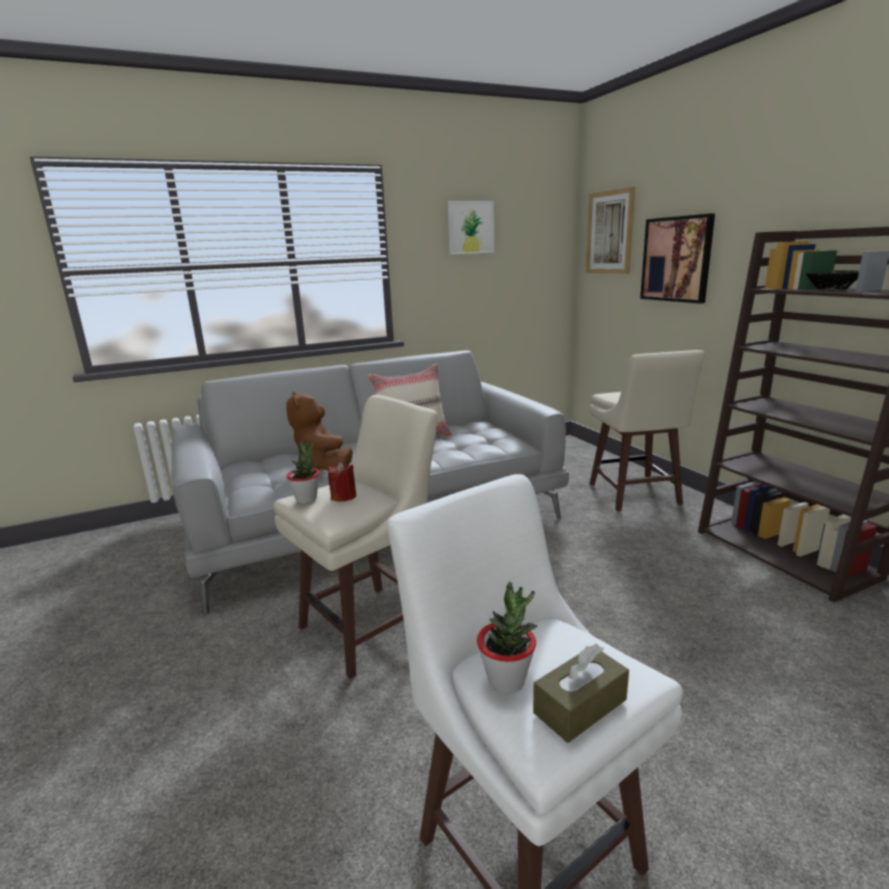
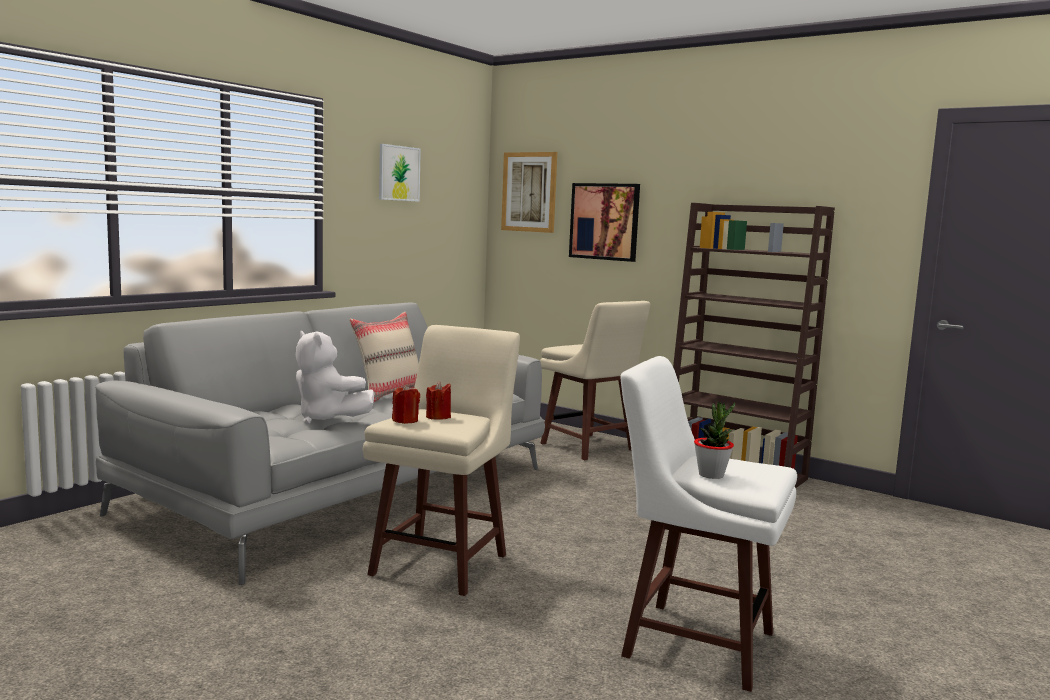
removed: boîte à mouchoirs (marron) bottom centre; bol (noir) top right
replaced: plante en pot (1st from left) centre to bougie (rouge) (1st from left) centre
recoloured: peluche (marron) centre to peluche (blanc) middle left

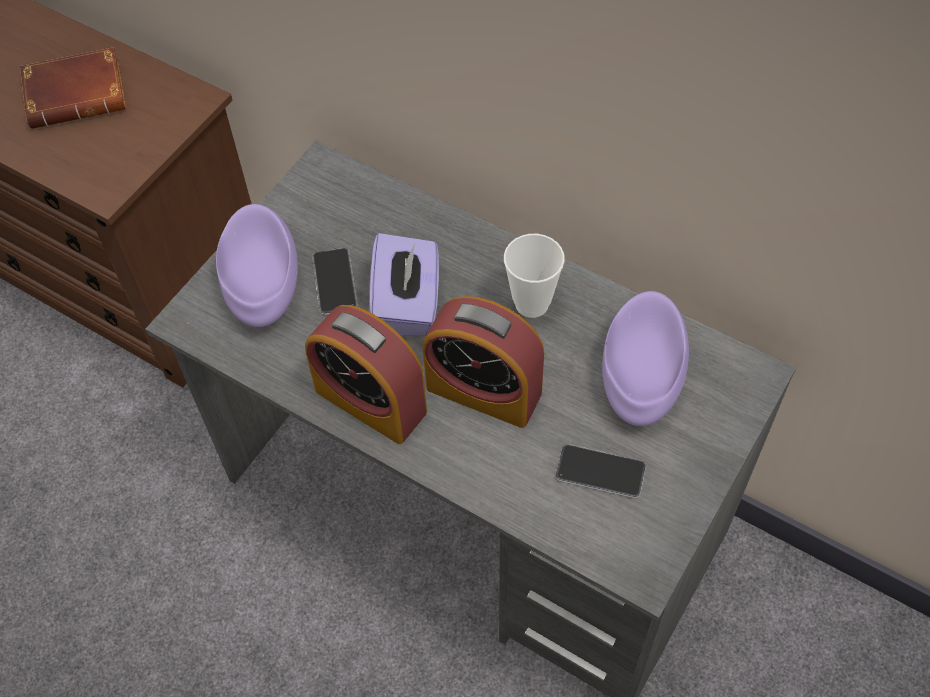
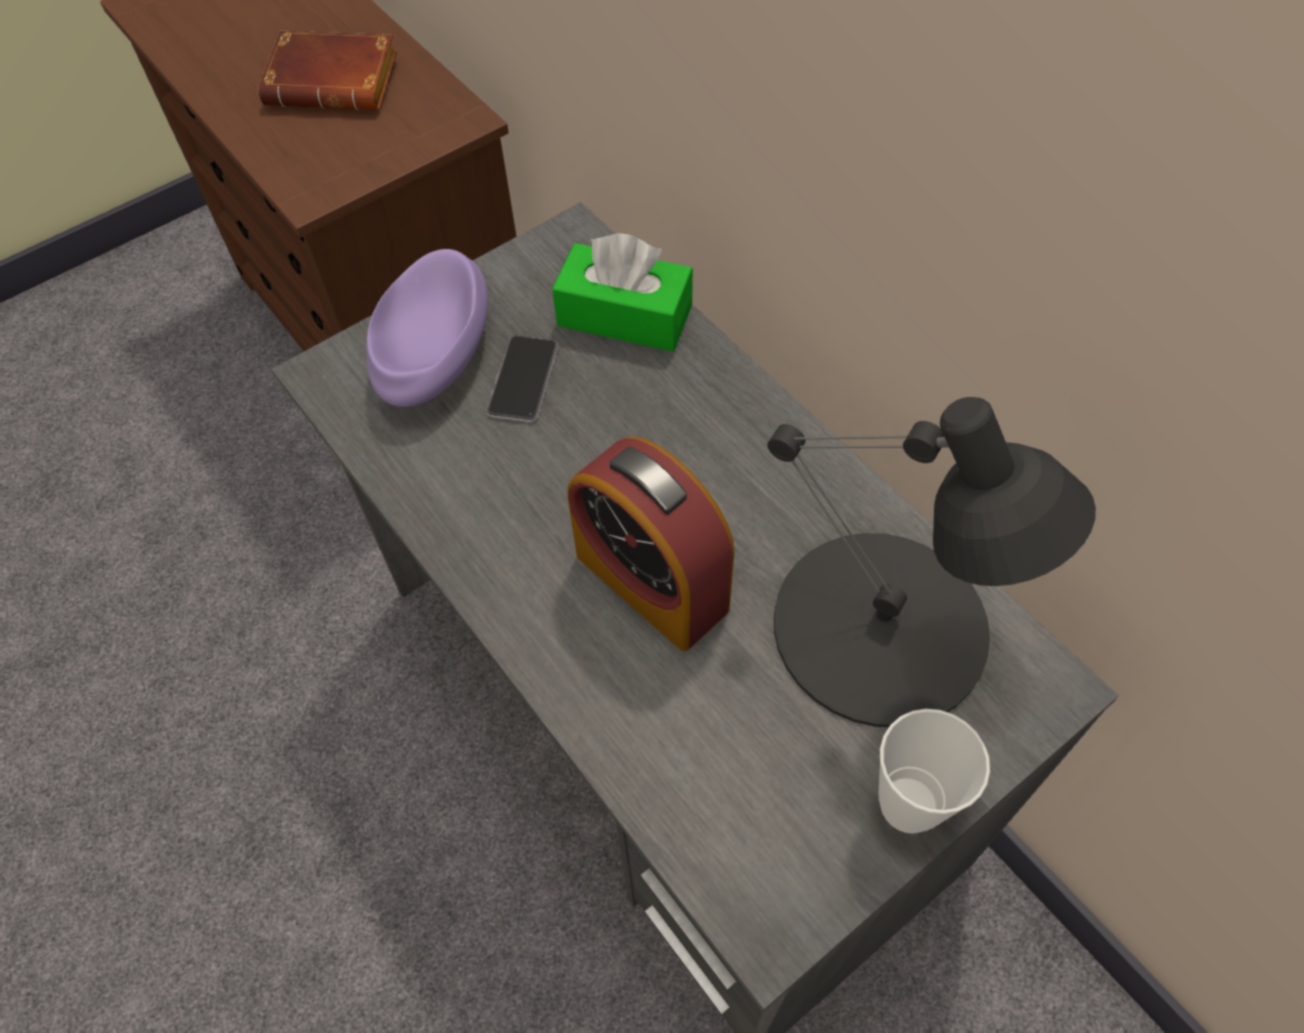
removed: réveil (1st from left) centre; boîte à mouchoirs (violet) centre; téléphone (2nd from left) bottom centre
added: boîte à mouchoirs (vert) top centre
moved: tasse centre to bottom right
replaced: bol (violet) (2nd from left) middle right to lampe de table (noir) middle right

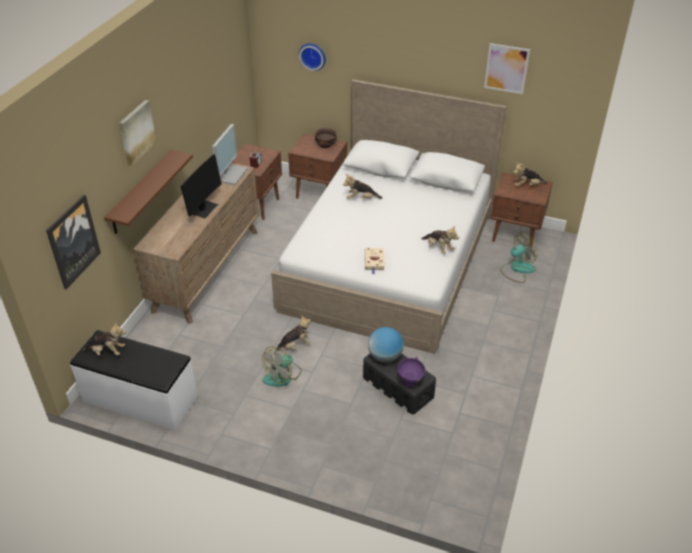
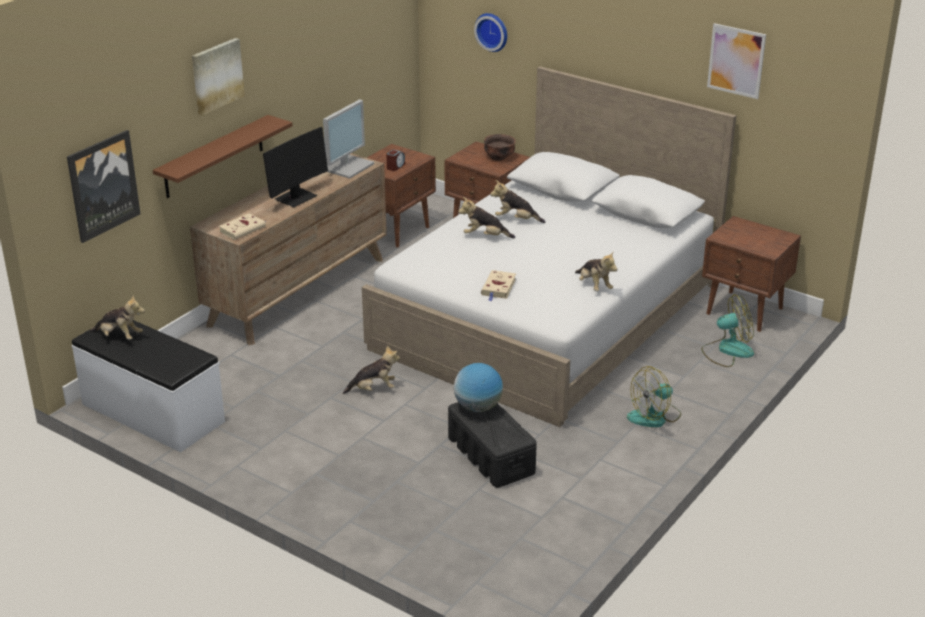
removed: bol (violet) bottom centre
added: livre (beige) (1st from left) middle left
moved: ventilateur (1st from left) centre to middle right; peluche (5th from left in the first image) top right to peluche (3rd from left) centre

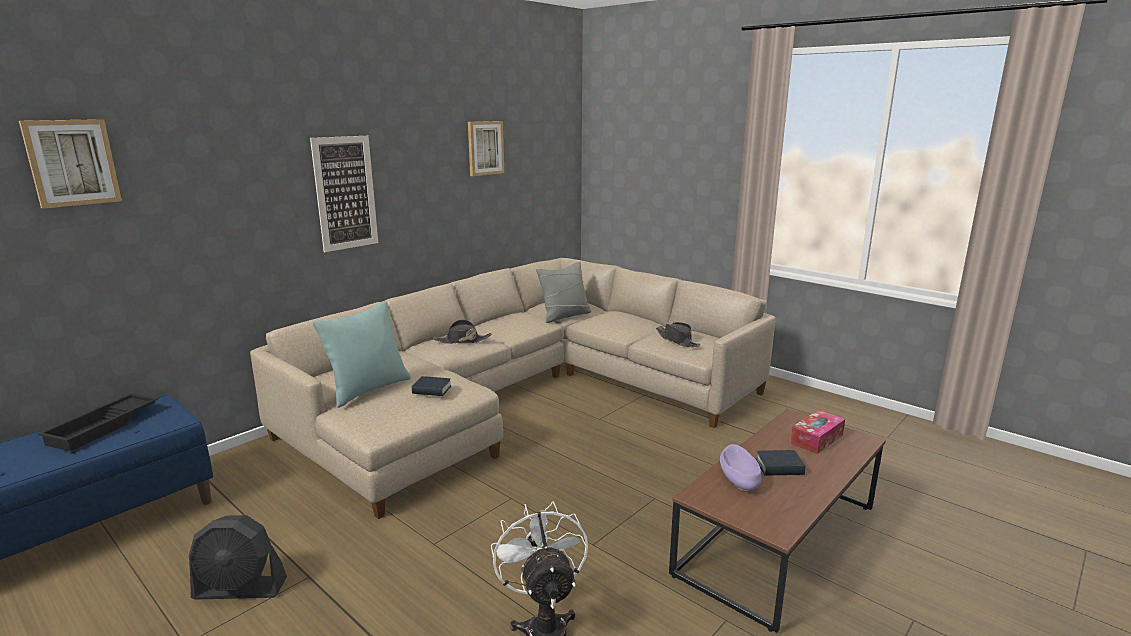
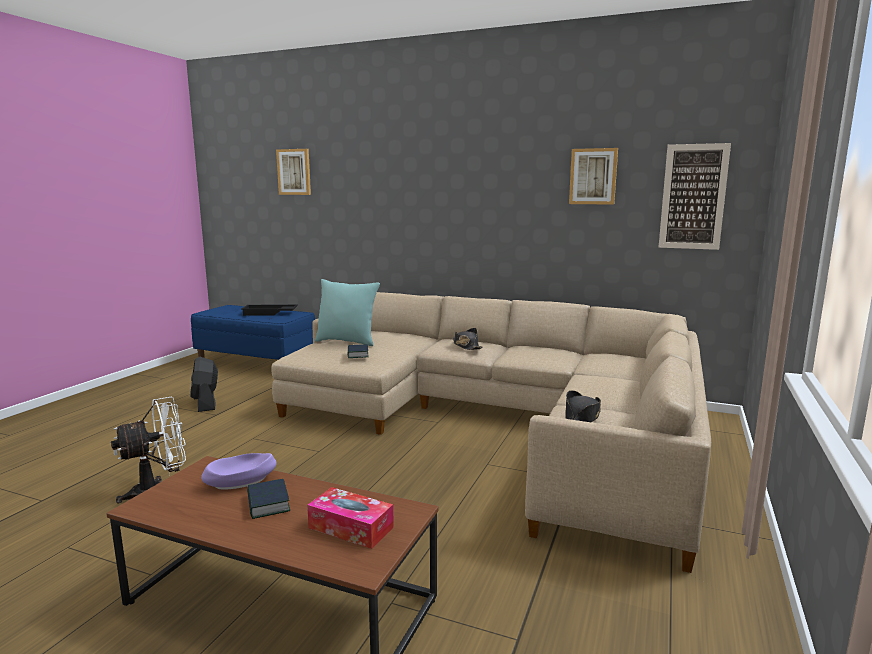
removed: coussin (gris) centre
moved: tableau (2nd from left in the first image) top left to tableau (3rd from left) top right

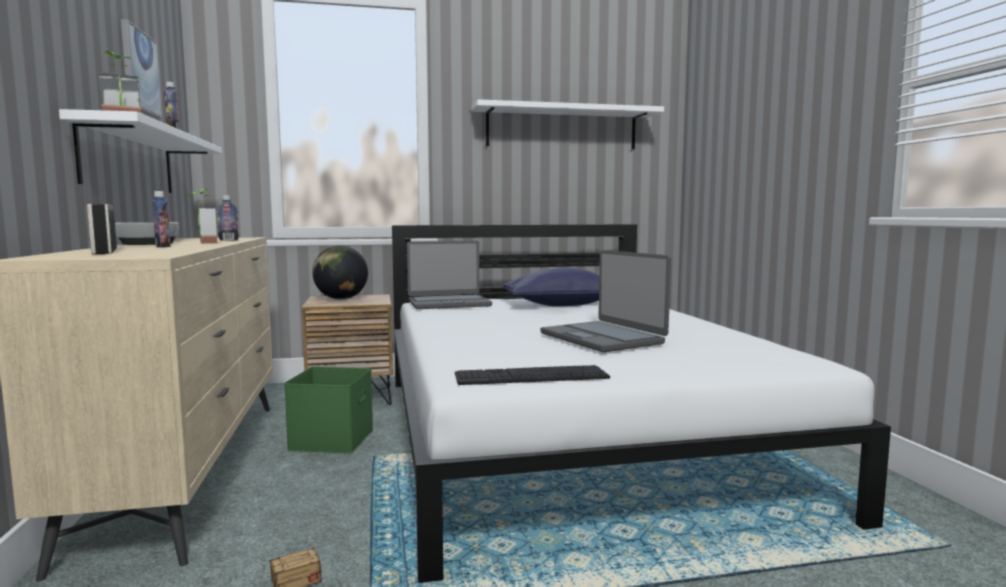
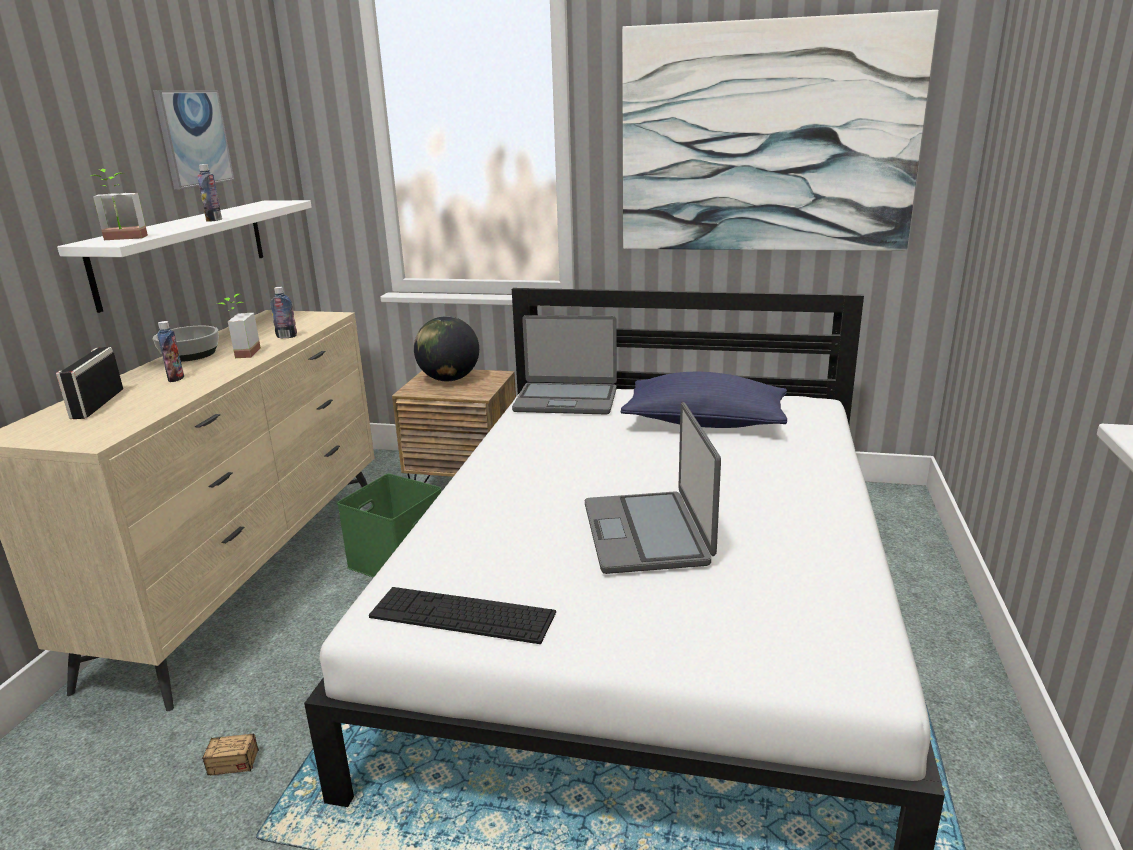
replaced: étagère (blanc) (2nd from left) top centre to tableau (2nd from left) top right

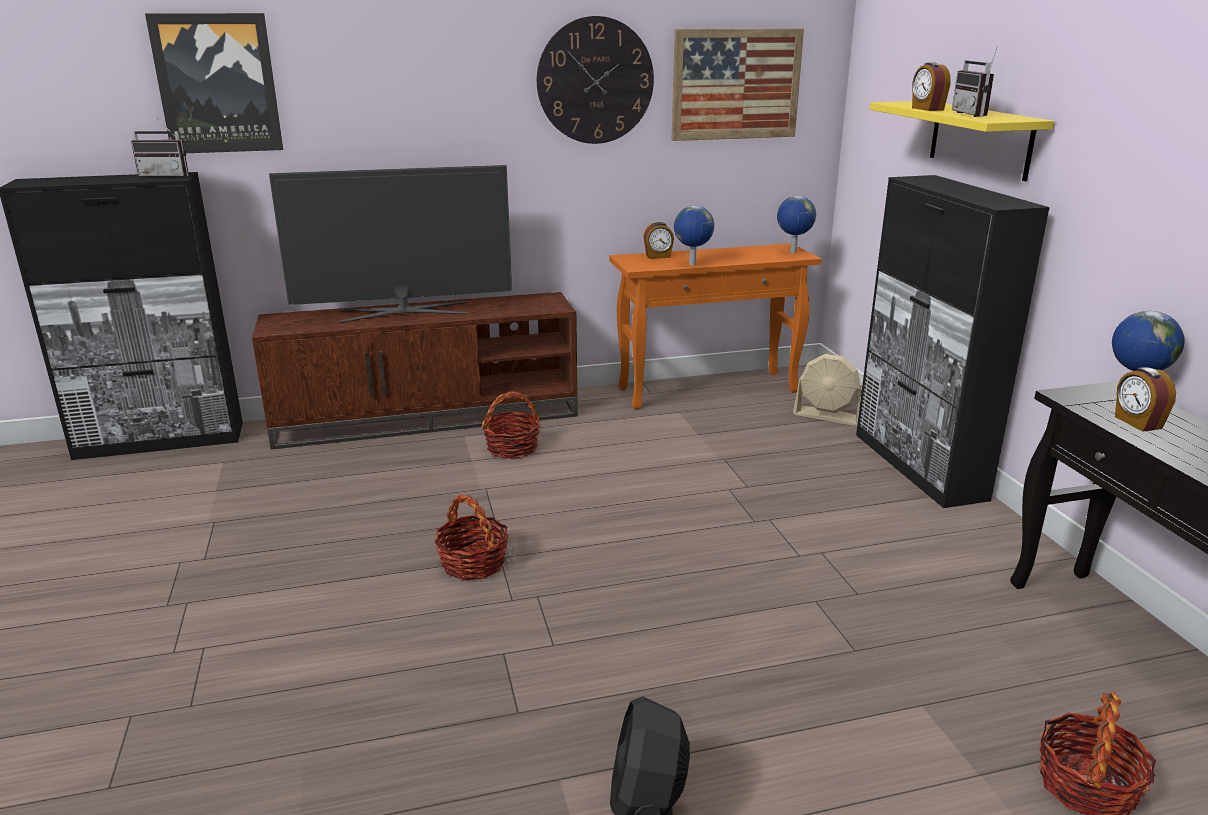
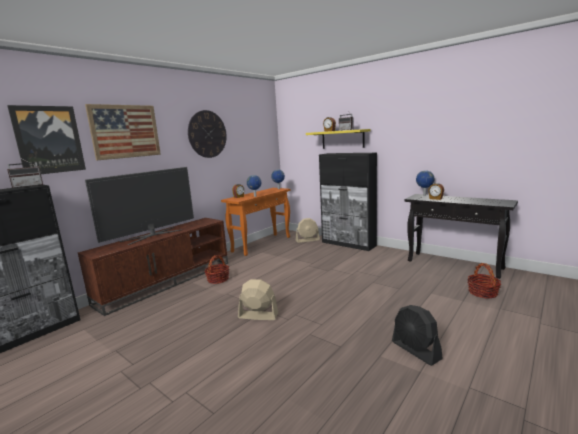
moved: tableau (2nd from left) top centre to top left
replaced: panier (1st from left) centre to ventilateur (beige) (1st from left) bottom centre

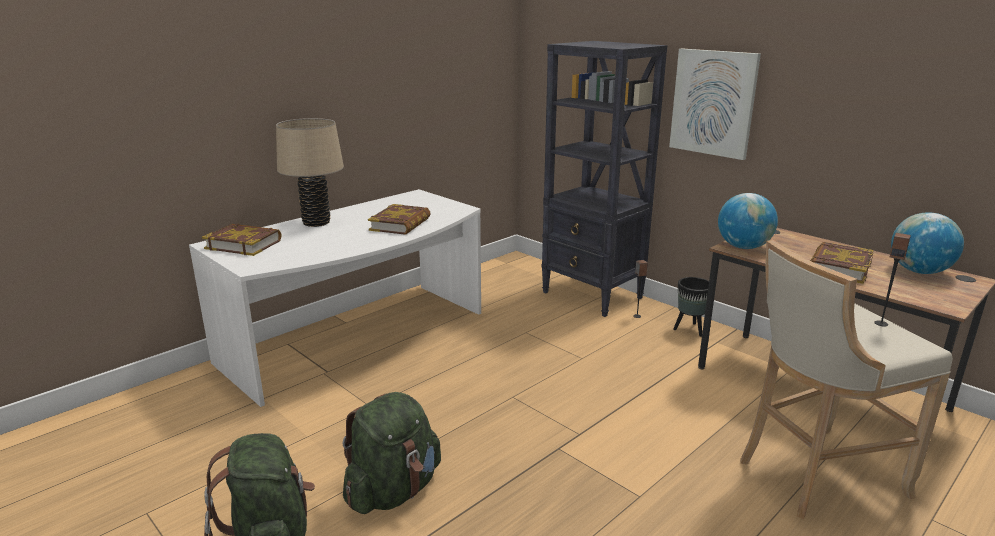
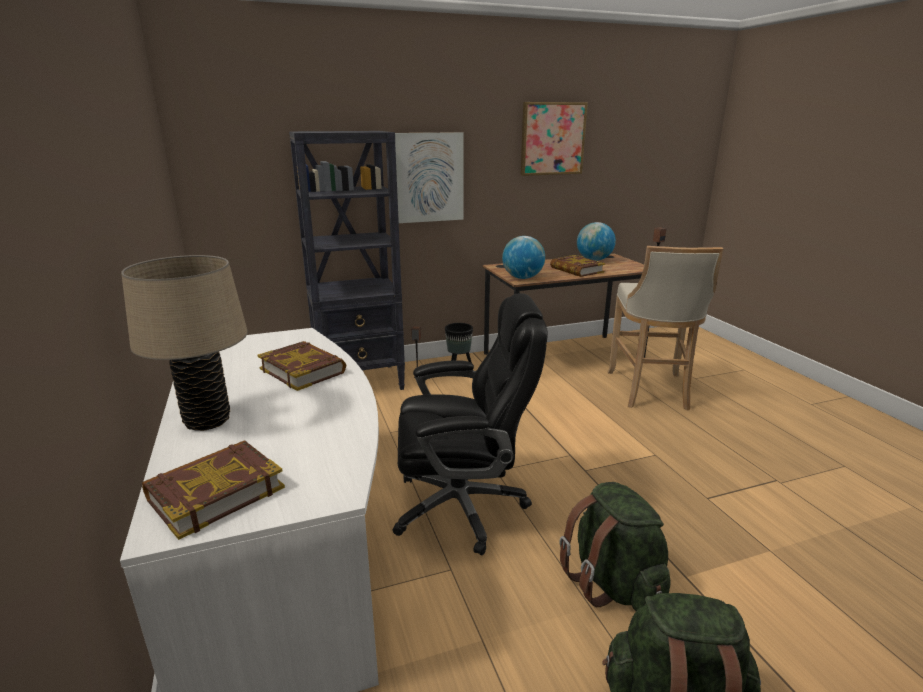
added: chaise de bureau (noir) centre; tableau (2nd from left) top centre

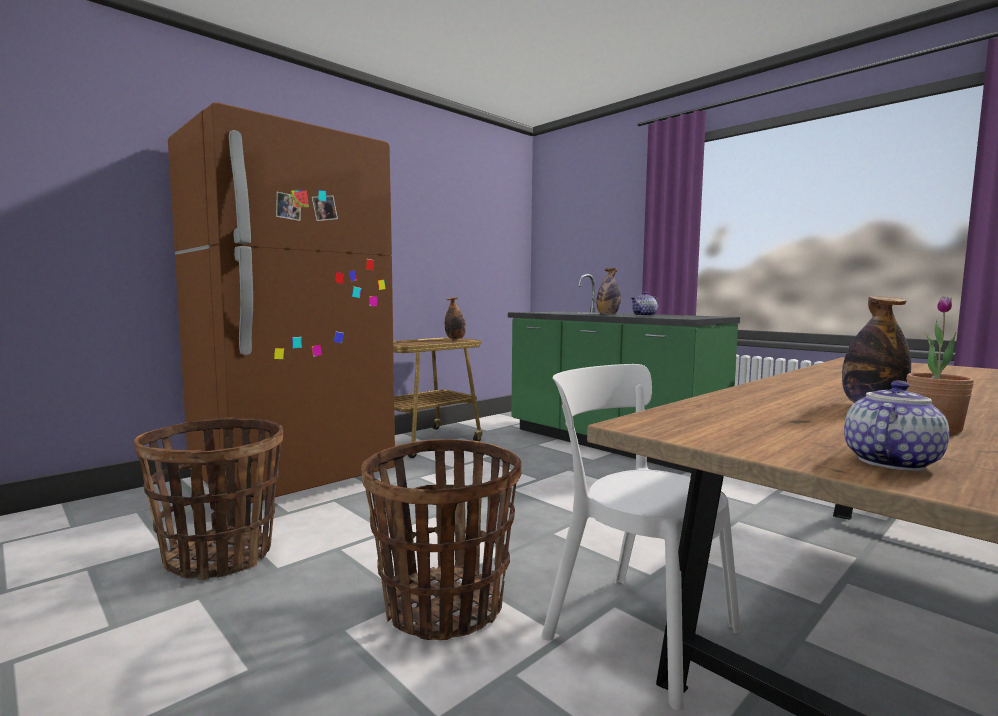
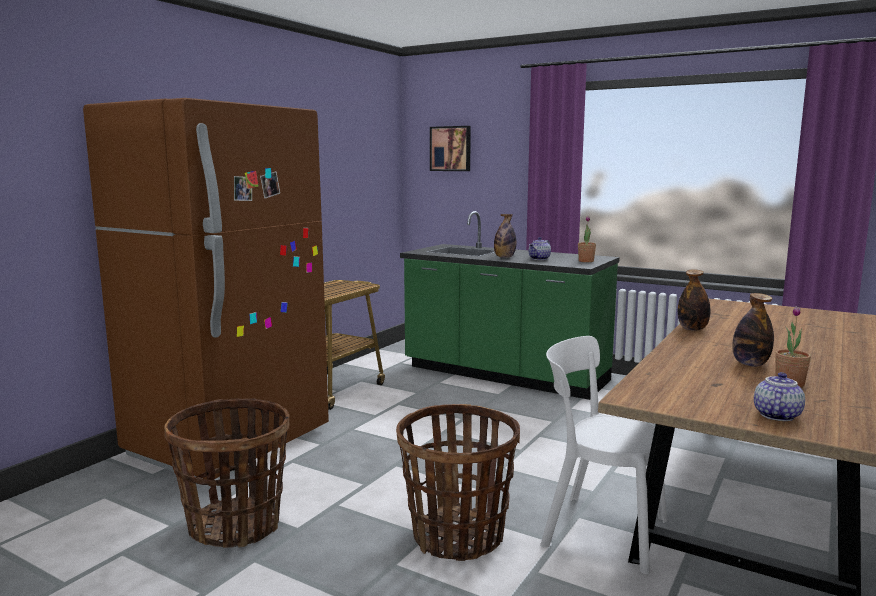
added: tableau top centre; plante en pot (1st from left) middle right
moved: bouteille (1st from left in the first image) centre to bouteille (2nd from left) middle right

